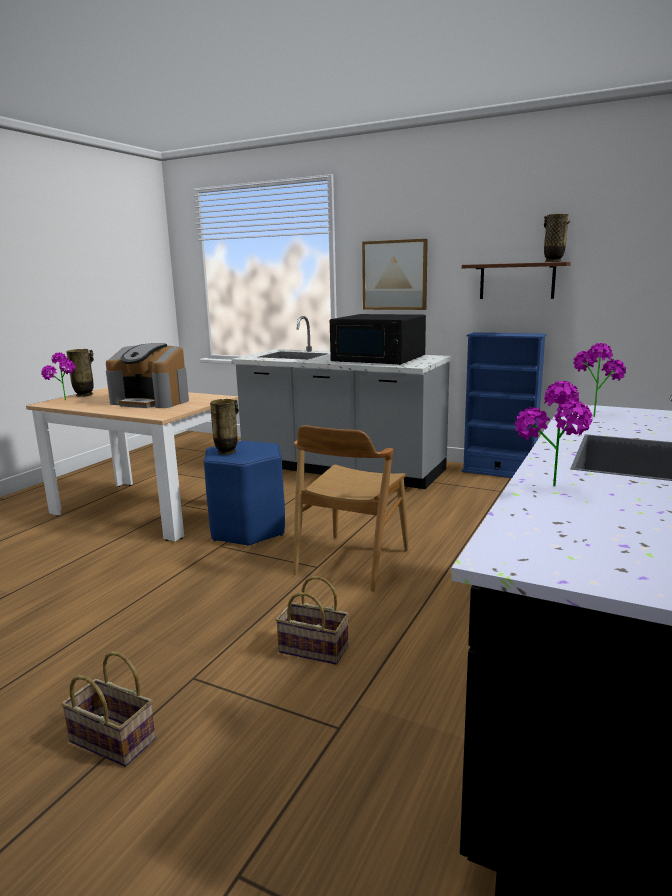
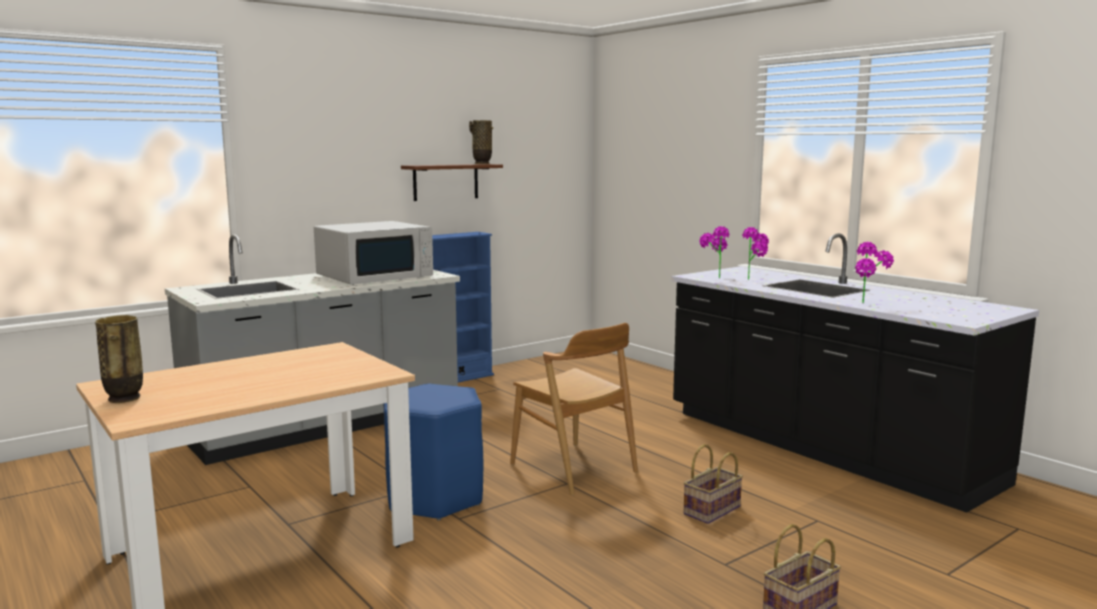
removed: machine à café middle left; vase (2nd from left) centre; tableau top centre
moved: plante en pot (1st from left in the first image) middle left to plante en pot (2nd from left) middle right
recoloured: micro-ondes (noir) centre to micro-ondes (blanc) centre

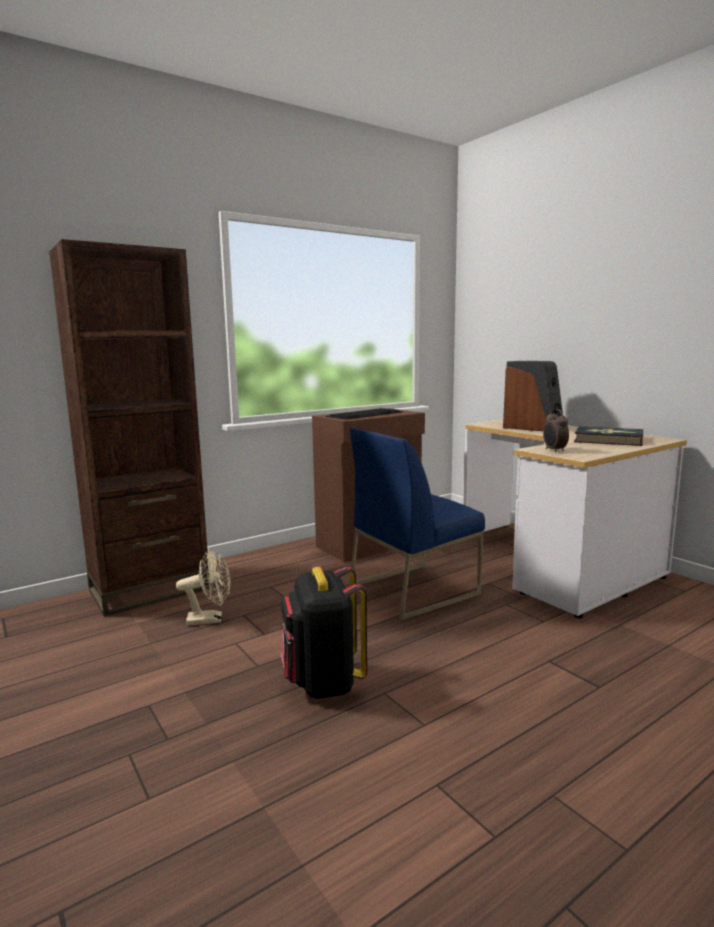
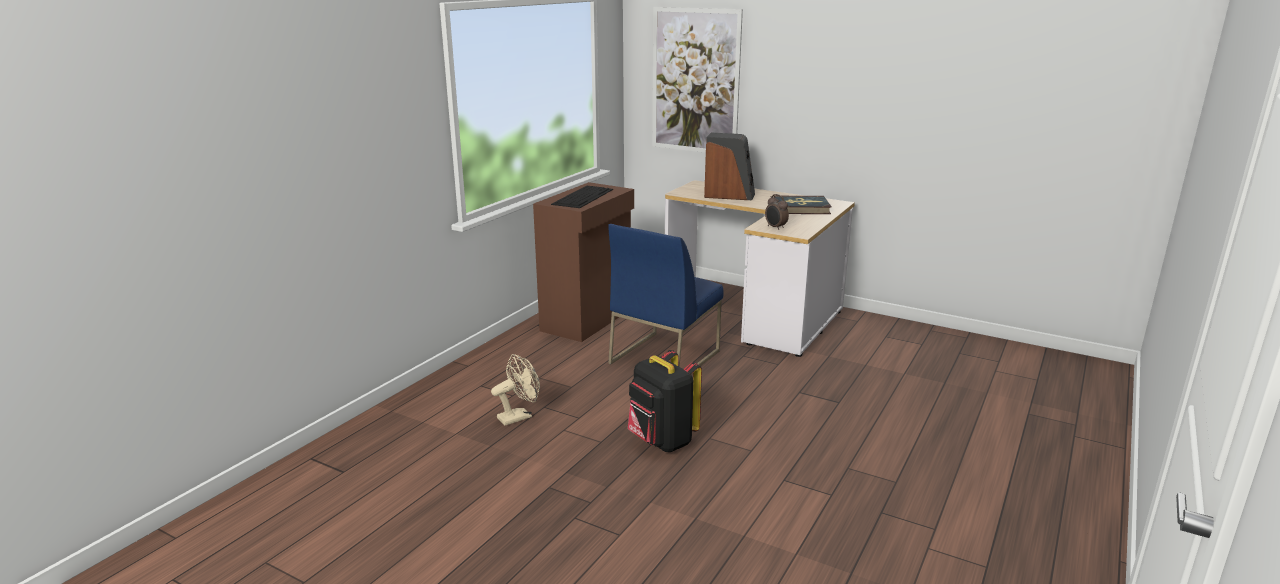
removed: bibliothèque (marron) middle left
added: tableau top centre

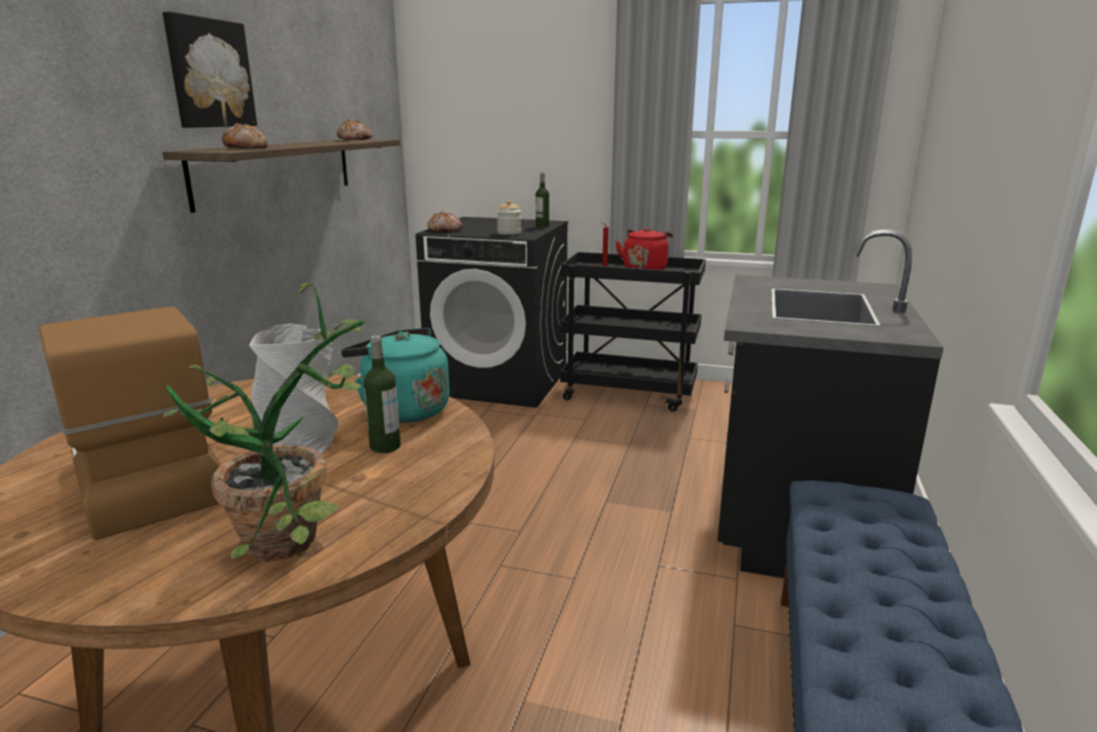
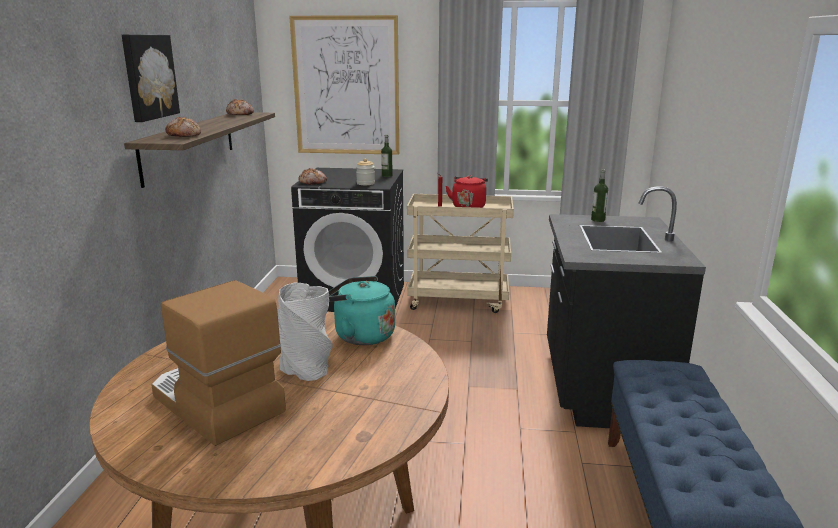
removed: plante en pot middle left
added: tableau (2nd from left) top centre
moved: bouteille (1st from left in the first image) centre to bouteille (2nd from left) middle right
recoloured: chariot (noir) centre to chariot (beige) centre

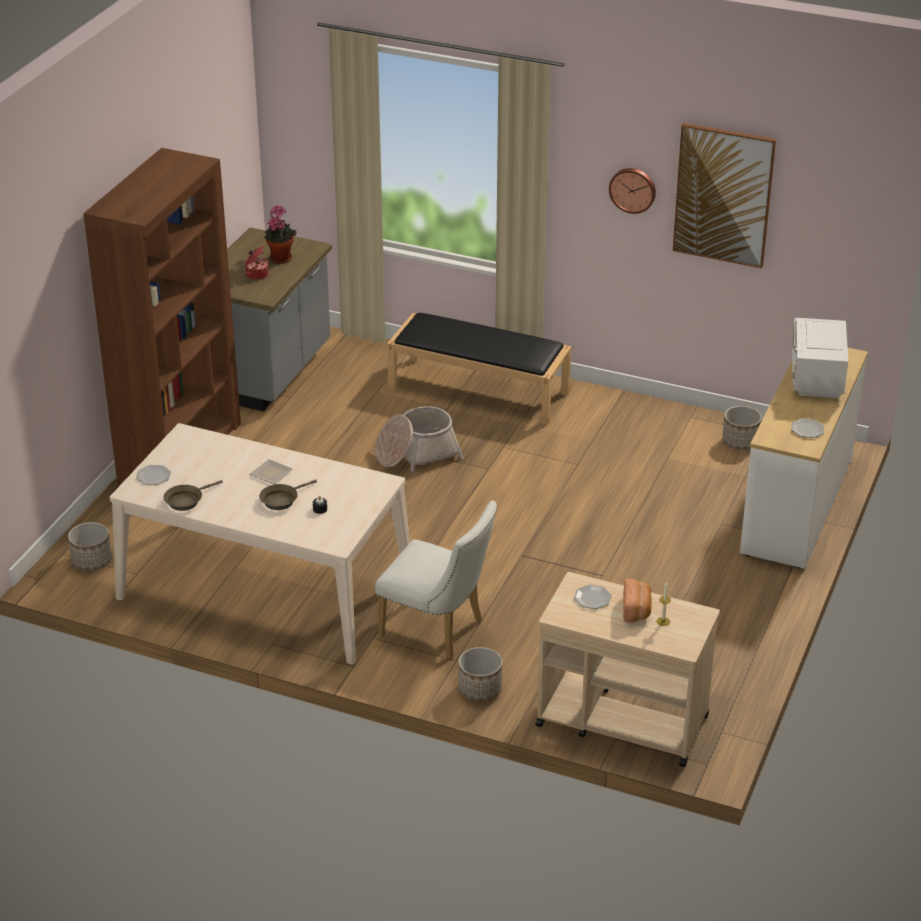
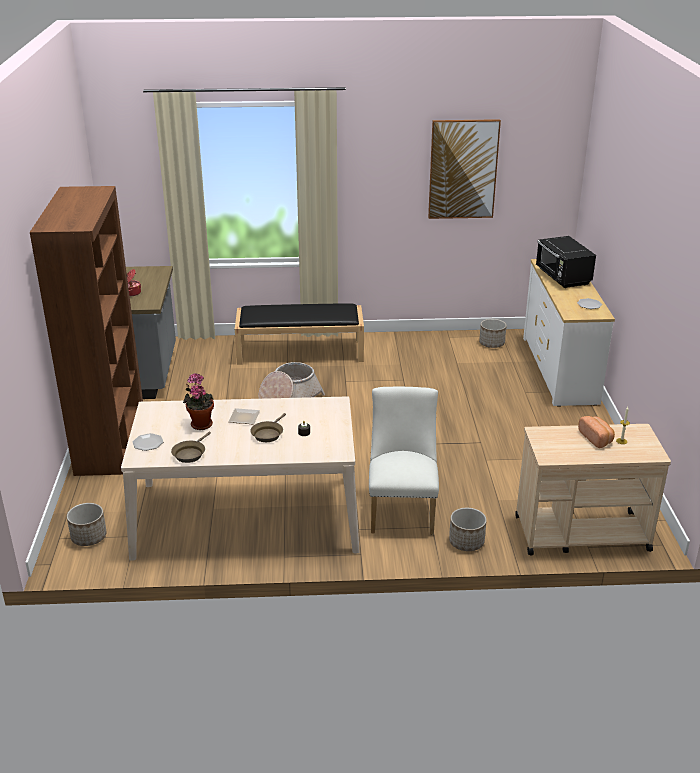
removed: assiette (3rd from left) centre; horloge murale top right
moved: plante en pot top left to middle left
recoloured: micro-ondes (blanc) middle right to micro-ondes (noir) middle right
turned: chaise (blanc) centre = centre 90 degrees counterclockwise

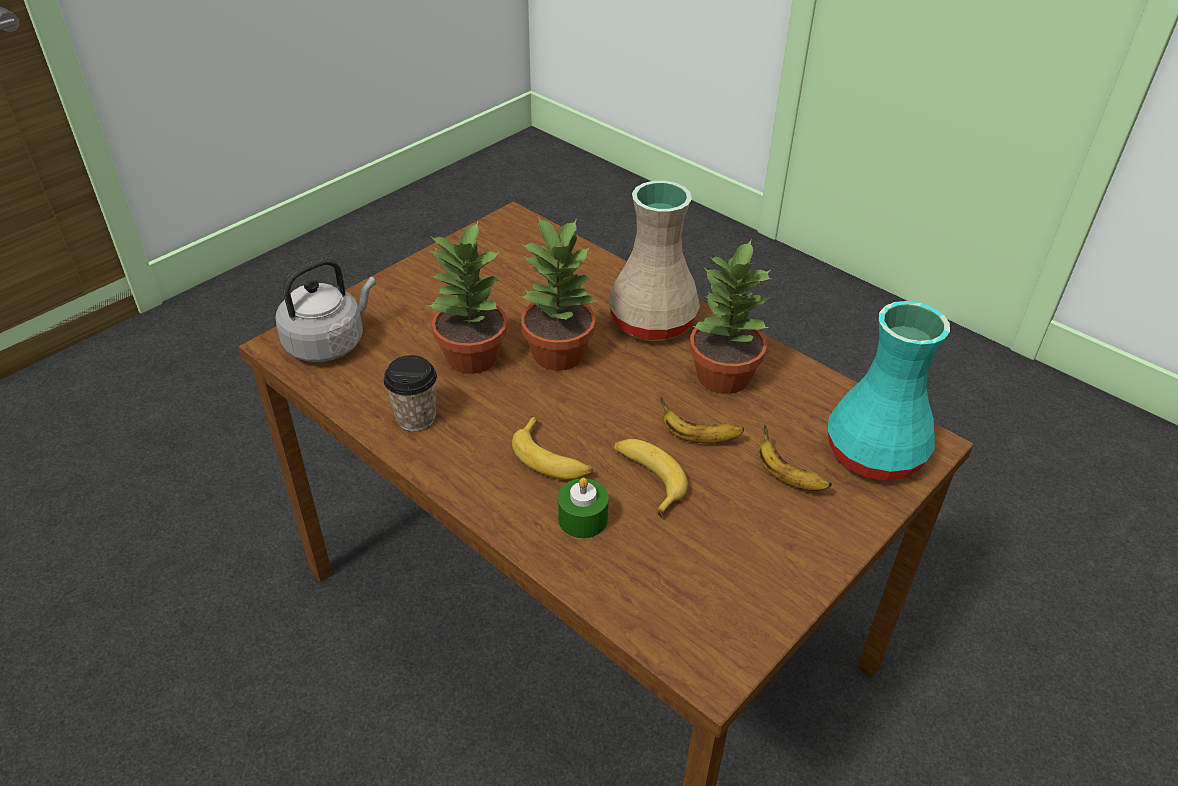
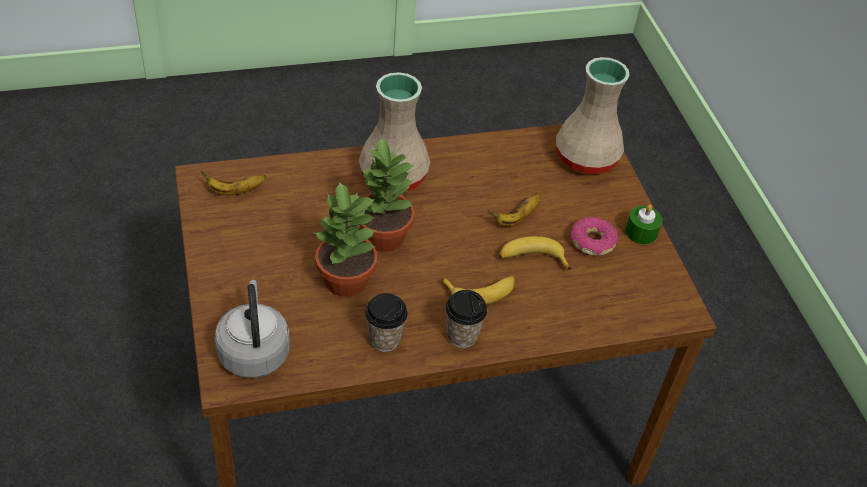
removed: plante en pot (3rd from left) centre
added: tasse (2nd from left) centre; beignet middle right
moved: bougie (vert) centre to middle right; banane (4th from left in the first image) middle right to banane (1st from left) middle left
recoloured: vase (turquoise) middle right to vase (beige) (2nd from left) top right

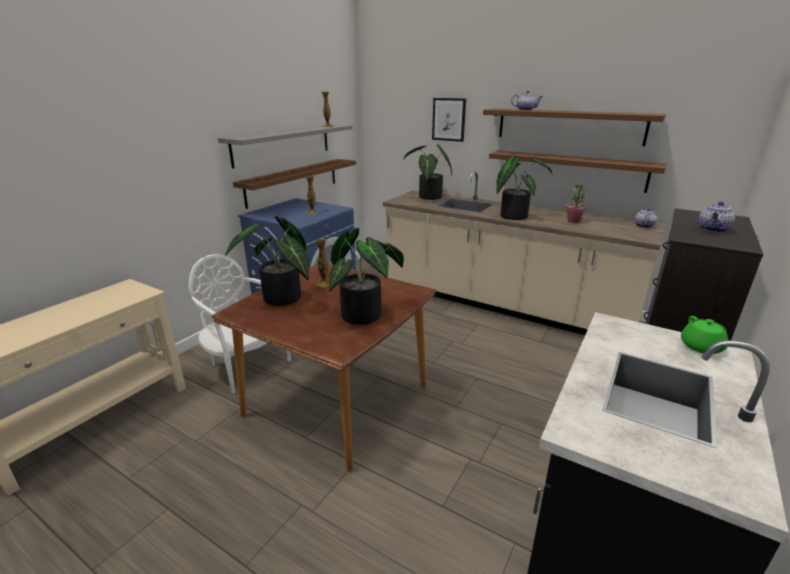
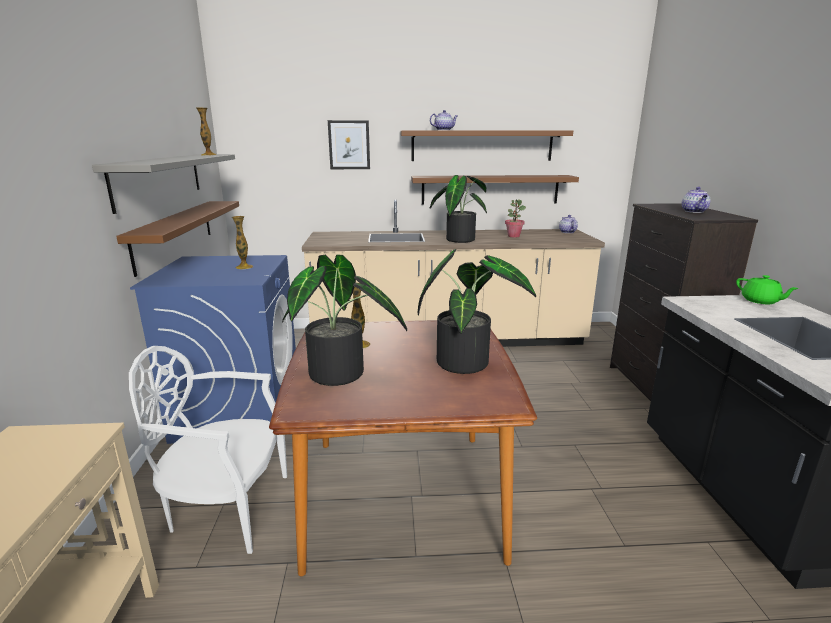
removed: plante en pot (3rd from left) top centre

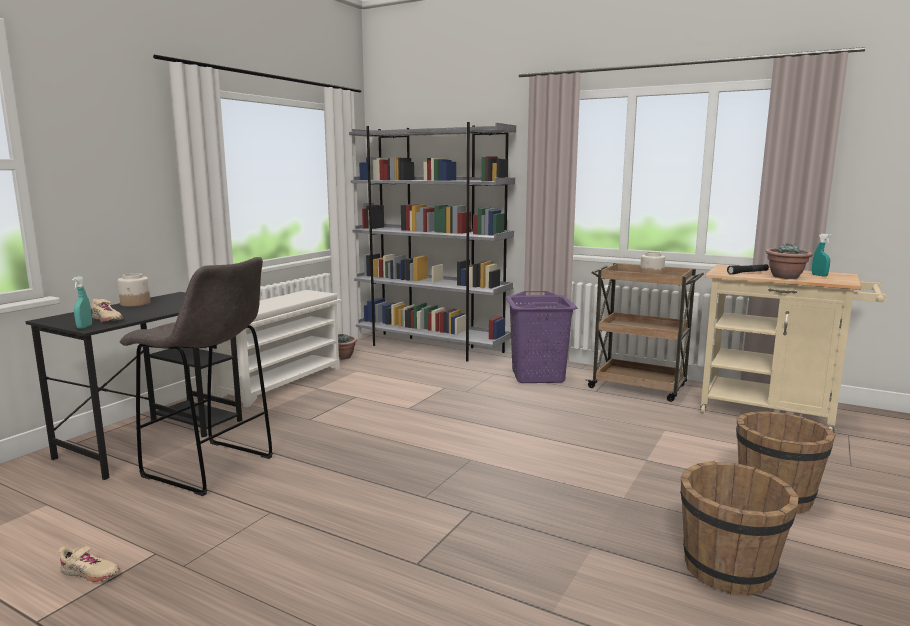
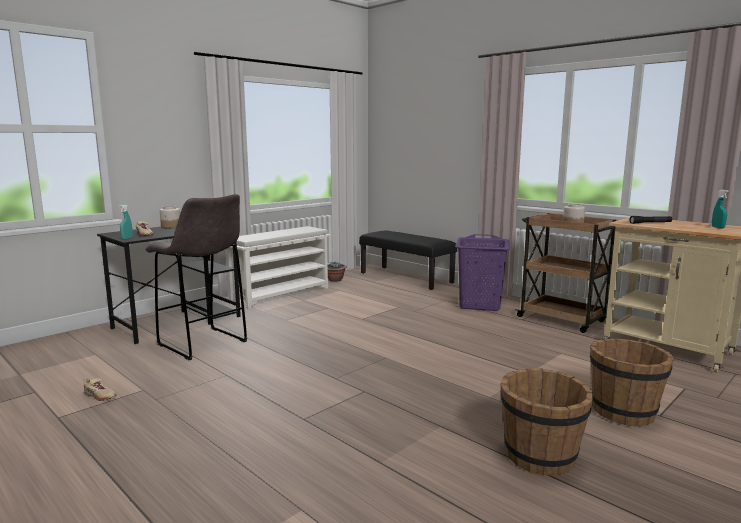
removed: plante en pot (2nd from left) middle right
replaced: bibliothèque (gris) centre to banc (noir) centre

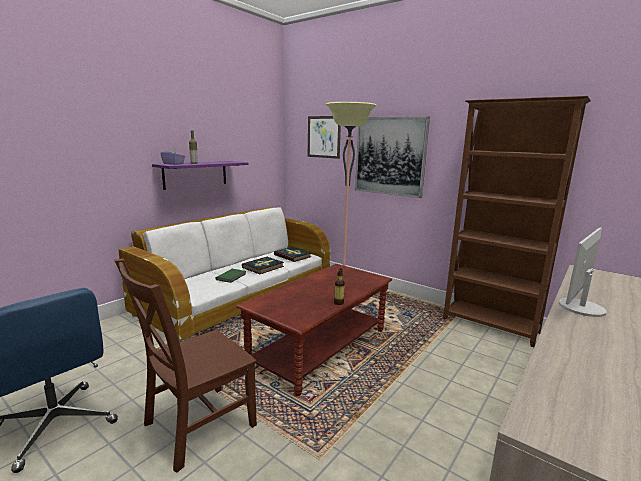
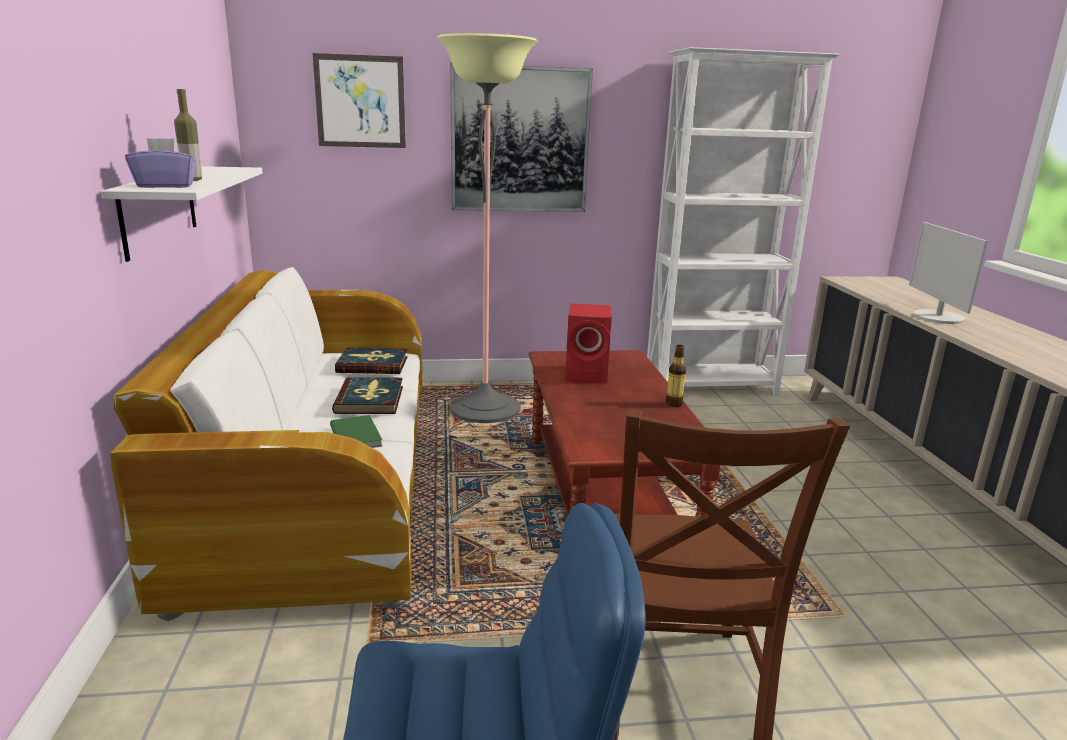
added: enceinte (rouge) centre
recoloured: étagère (violet) middle left to étagère (blanc) top left; bibliothèque (marron) middle right to bibliothèque (blanc) top right

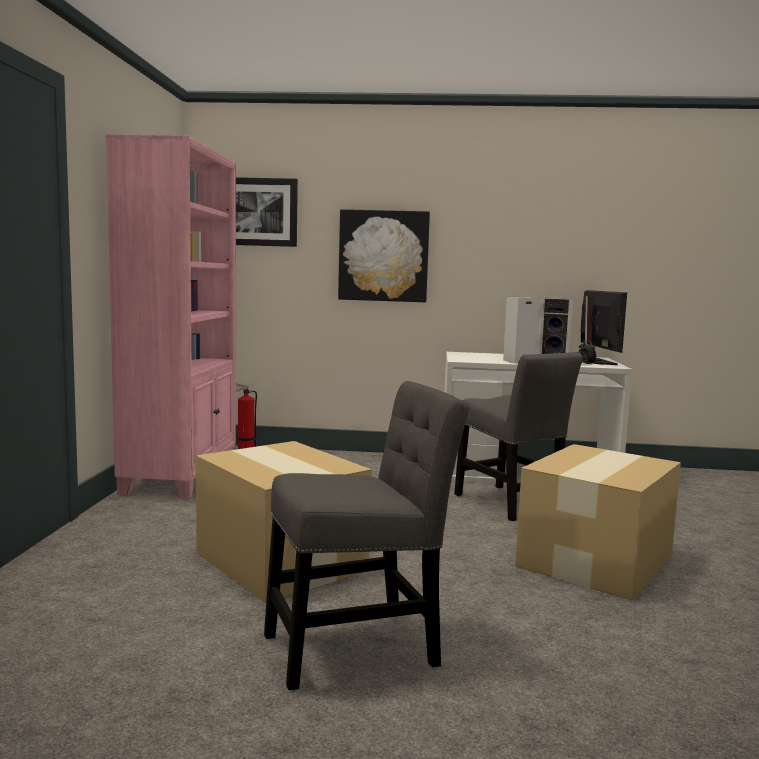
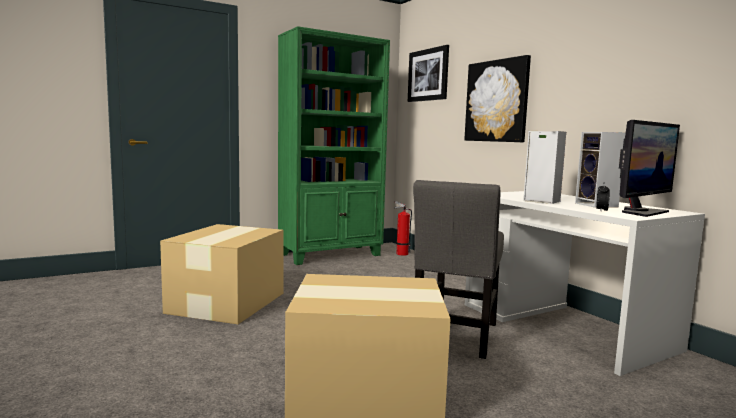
removed: chaise (gris) (1st from left) bottom centre
recoloured: bibliothèque (rose) middle left to bibliothèque (vert) centre

